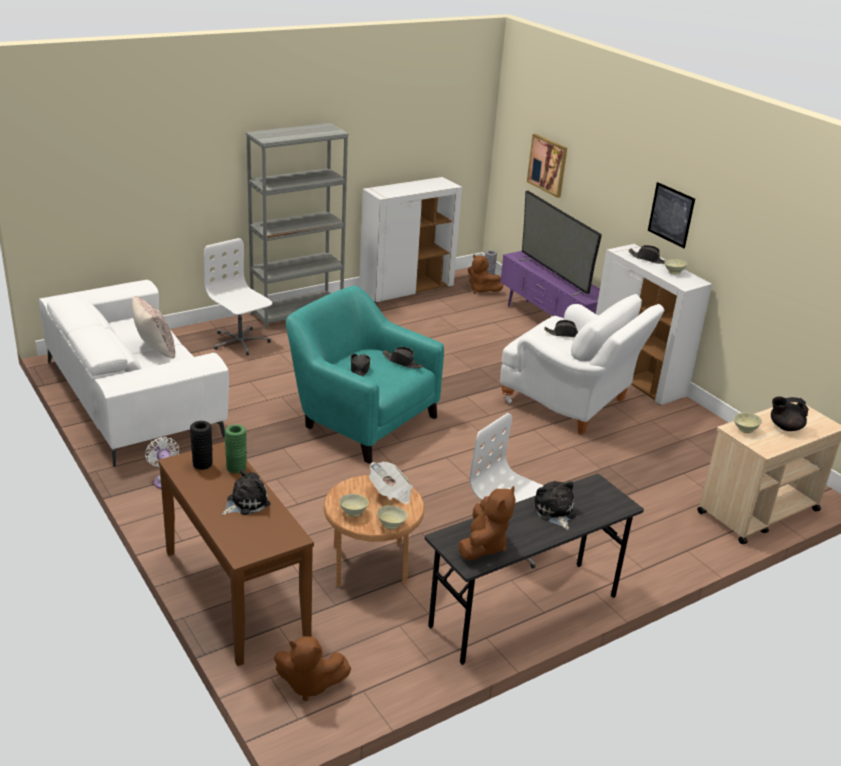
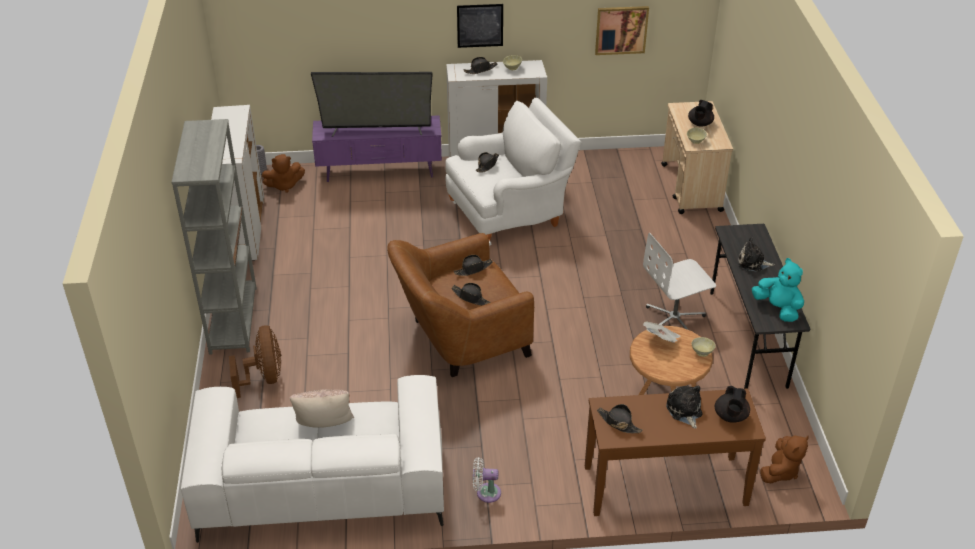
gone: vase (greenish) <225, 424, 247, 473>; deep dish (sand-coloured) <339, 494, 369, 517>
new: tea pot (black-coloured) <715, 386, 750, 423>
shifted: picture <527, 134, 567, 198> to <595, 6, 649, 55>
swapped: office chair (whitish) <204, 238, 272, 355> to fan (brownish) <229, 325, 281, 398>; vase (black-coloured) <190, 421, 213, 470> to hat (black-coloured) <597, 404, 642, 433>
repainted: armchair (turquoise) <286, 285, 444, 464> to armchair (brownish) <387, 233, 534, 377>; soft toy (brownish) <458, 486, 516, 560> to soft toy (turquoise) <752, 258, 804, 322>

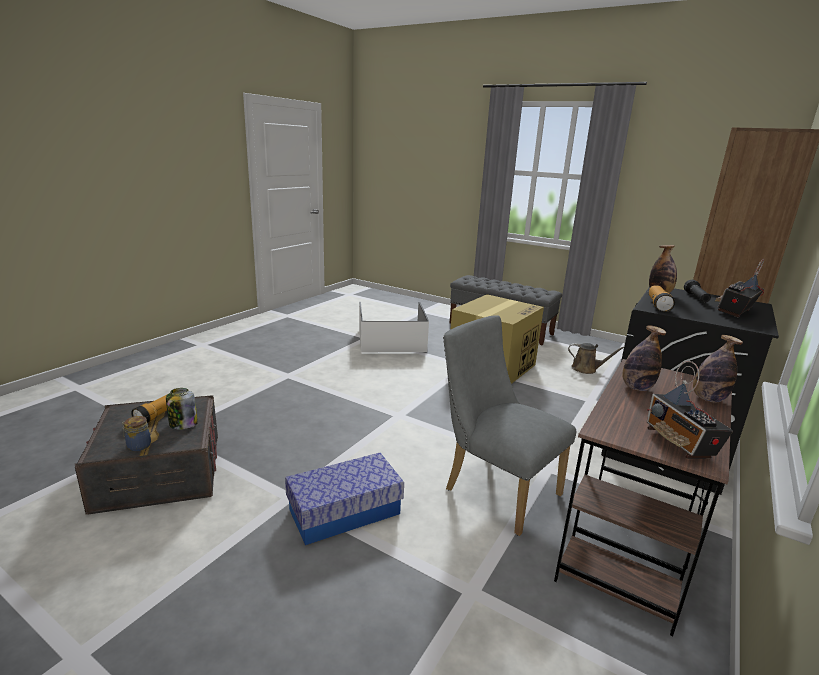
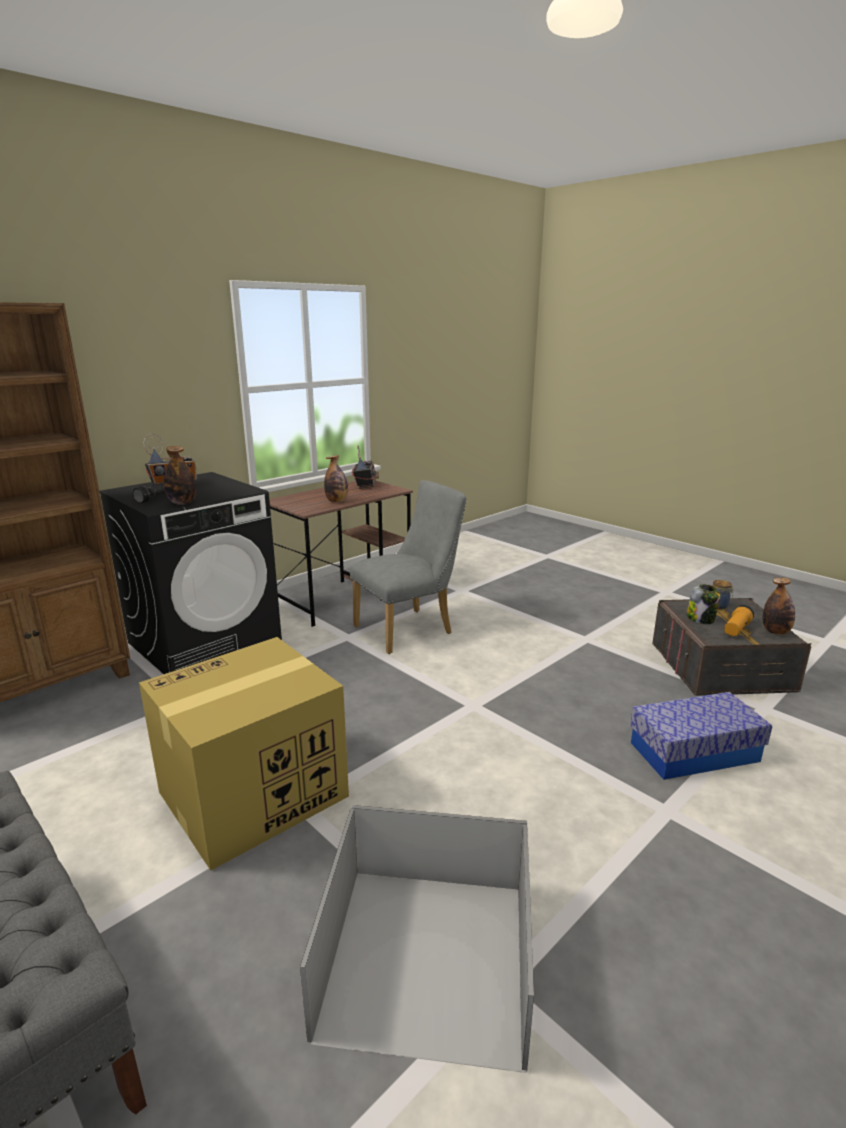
gone: watering can (brownish) <568, 343, 624, 374>; torch <649, 285, 675, 312>
shifted: storage bin <285, 453, 404, 545> to <630, 692, 772, 780>; bottle <693, 335, 743, 403> to <763, 578, 795, 634>
rotated: upright chair (gray) <443, 315, 576, 536> = <350, 480, 467, 654> 90 degrees counterclockwise

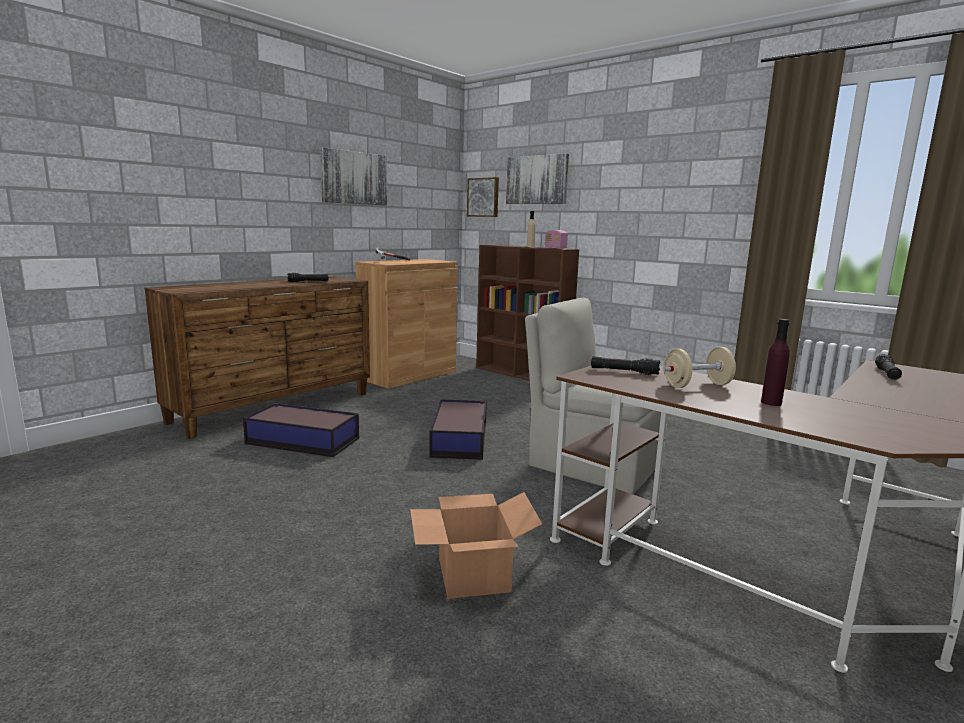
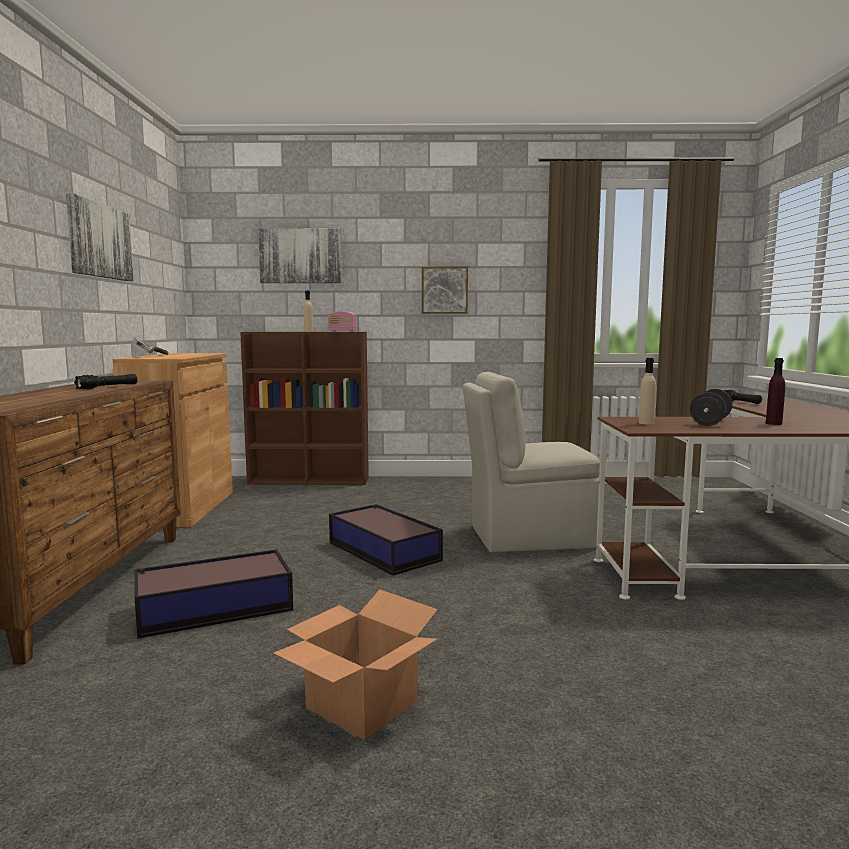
shifted: carton <410, 492, 542, 599> to <273, 589, 438, 740>; picture <467, 177, 499, 217> to <422, 267, 468, 314>
swapped: torch (black-coloured) <591, 356, 660, 375> to bottle (sand-coloured) <639, 358, 656, 424>
repainted: hand weight (sand-coloured) <663, 347, 736, 388> to hand weight (black-coloured) <690, 389, 732, 426>

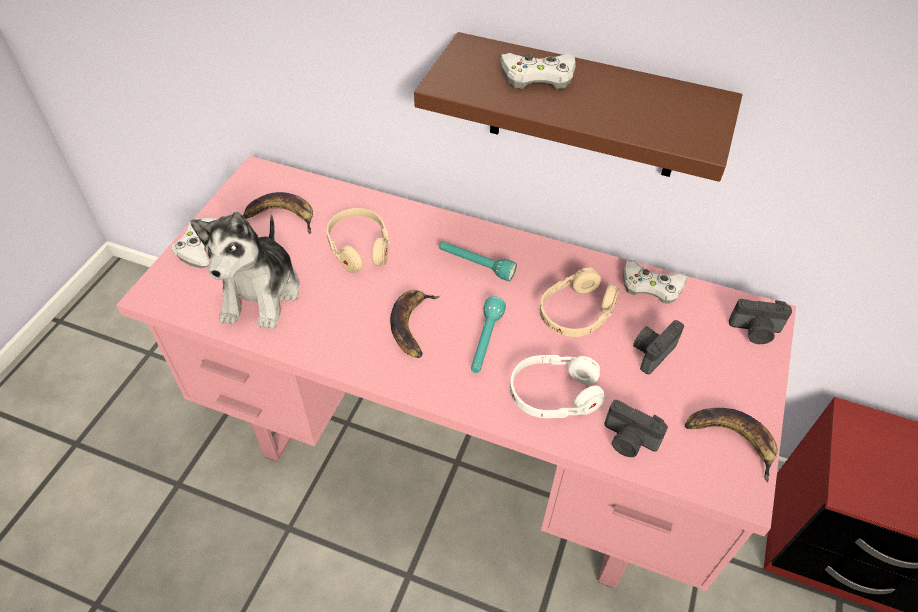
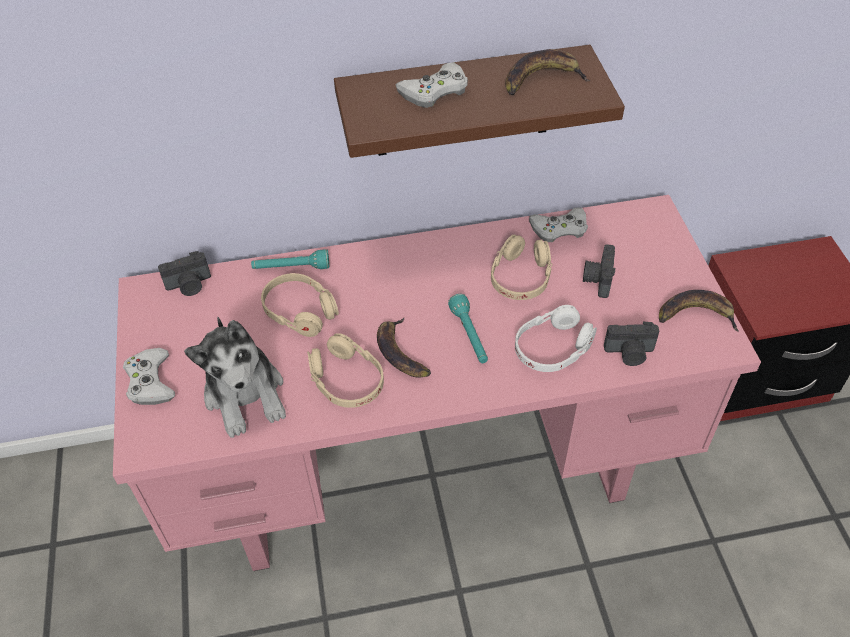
new: pair of headphones (sand-coloured) <307, 333, 384, 408>
shifted: photo camera <729, 299, 792, 344> to <158, 251, 211, 296>; torch (turquoise) <439, 241, 517, 281> to <251, 249, 329, 269>; banana <243, 192, 313, 234> to <505, 49, 591, 95>

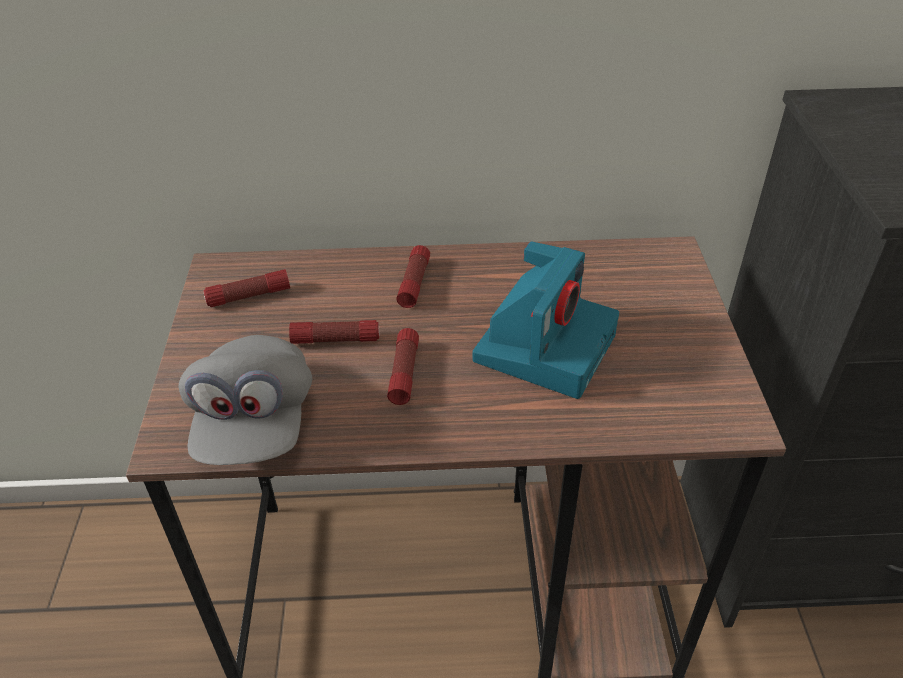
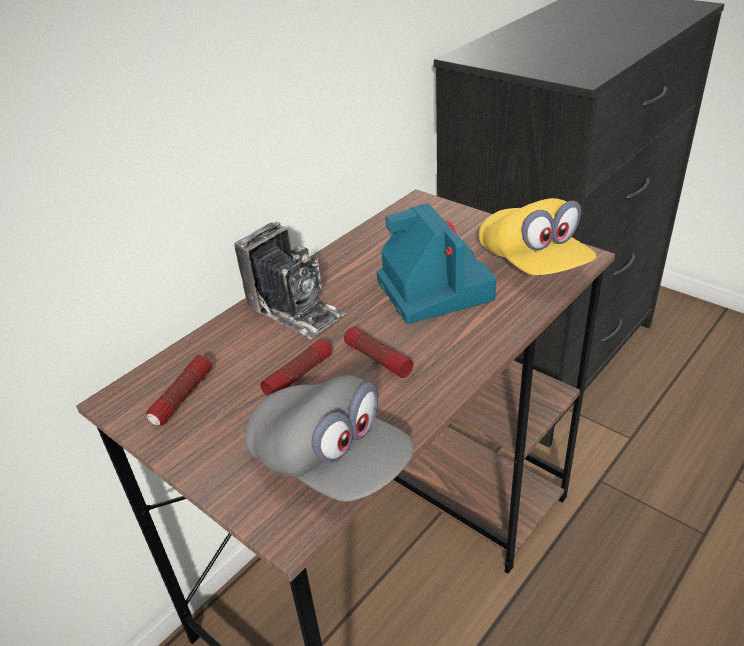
new: cap (yellow-coloured) <479, 198, 597, 275>
swapped: torch <396, 245, 430, 308> to photo camera <234, 222, 346, 339>

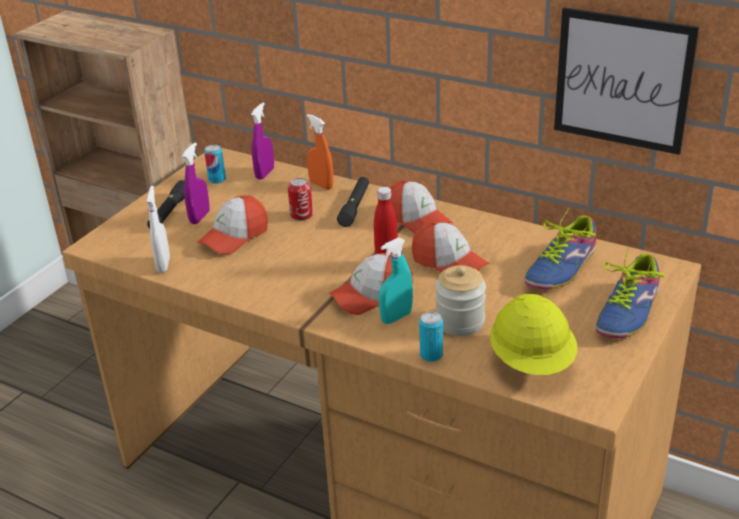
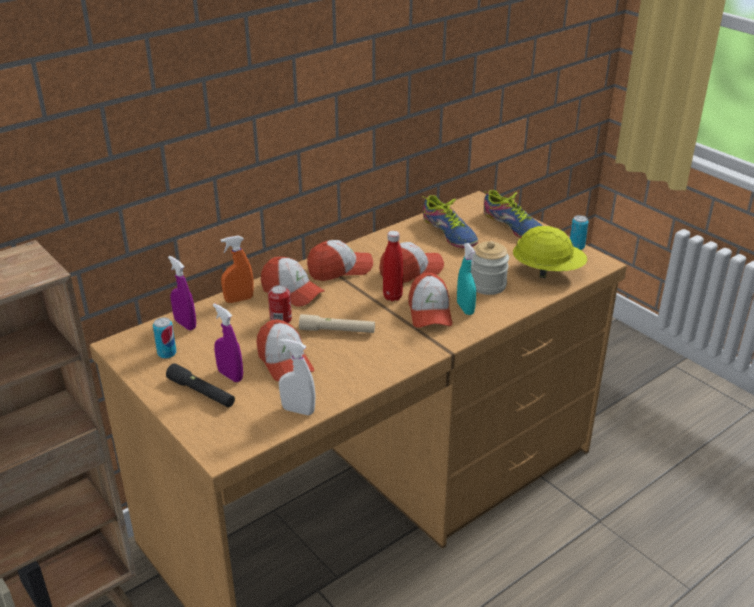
gone: picture <554, 7, 699, 155>
new: torch (sand-coloured) <299, 314, 375, 333>
shifted: sealed can <419, 312, 443, 362> to <570, 215, 589, 250>
swapped: torch (black-coloured) <337, 177, 369, 227> to cap <261, 257, 325, 307>

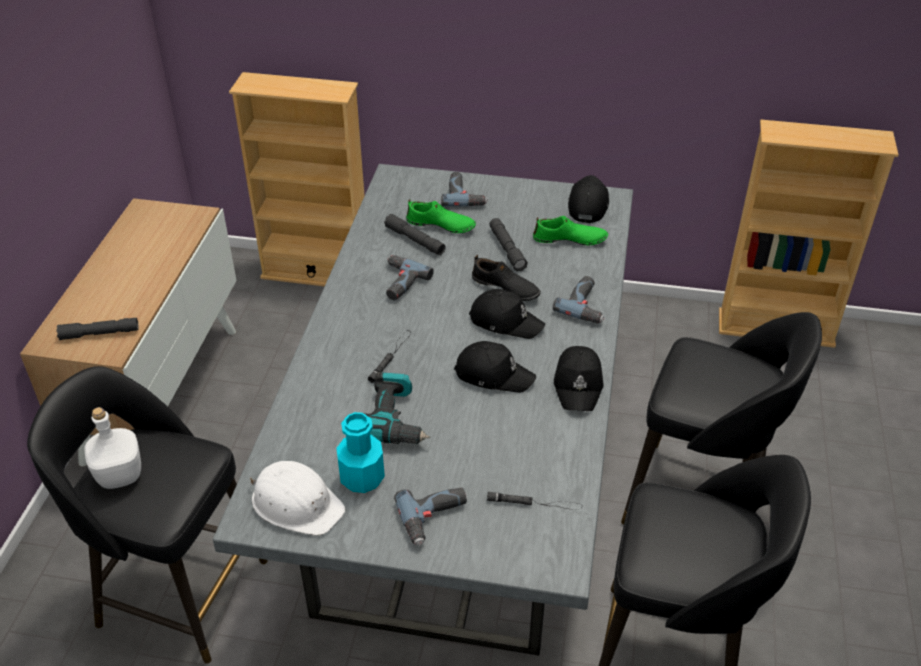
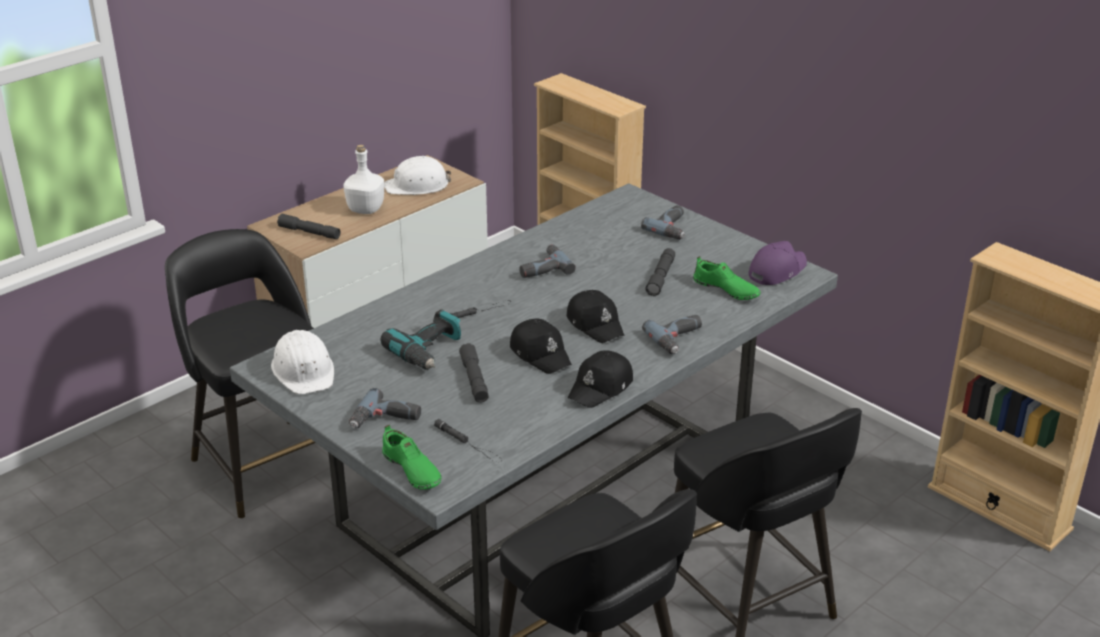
gone: bottle (turquoise) <336, 412, 385, 493>; shoe (black-coloured) <472, 255, 541, 301>
new: safety helmet (whitish) <384, 156, 451, 195>
shifted: bottle (whitish) <84, 407, 141, 489> to <343, 144, 384, 214>; shoe (greenish) <406, 199, 476, 233> to <382, 425, 442, 490>; torch (gray) <384, 214, 446, 255> to <459, 343, 489, 402>
repainted: cap (black-coloured) <568, 175, 609, 223> to cap (purple-coloured) <749, 241, 807, 285>

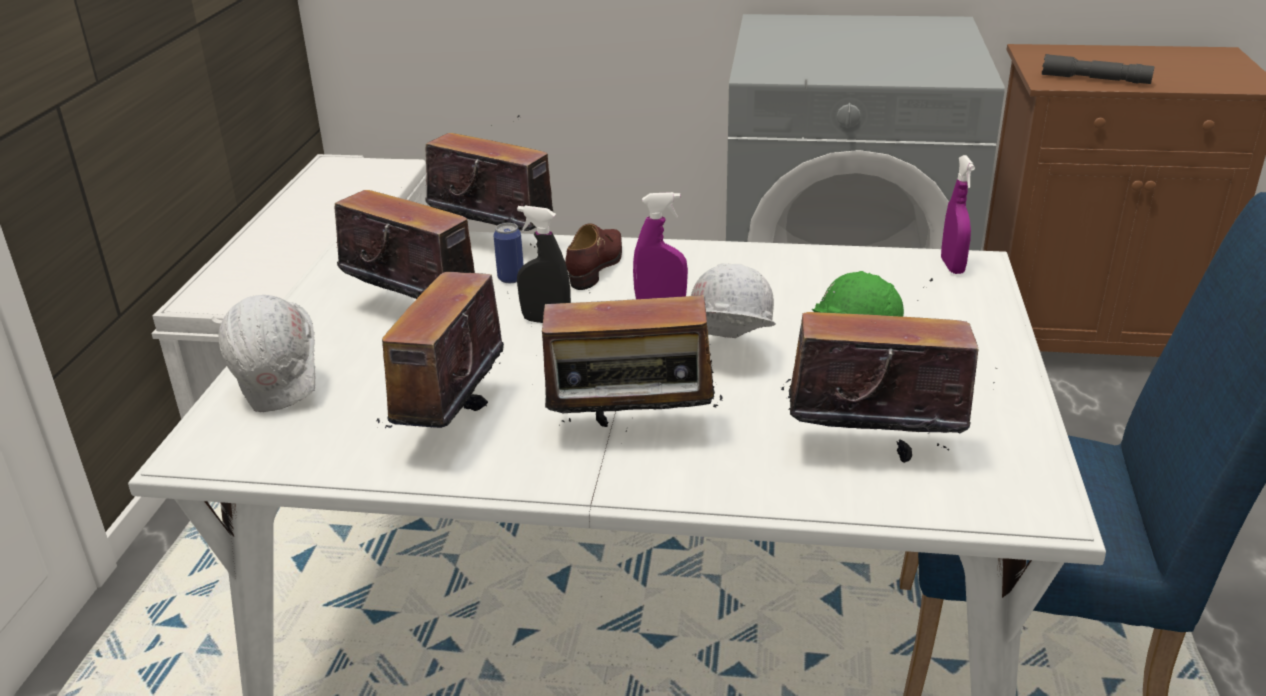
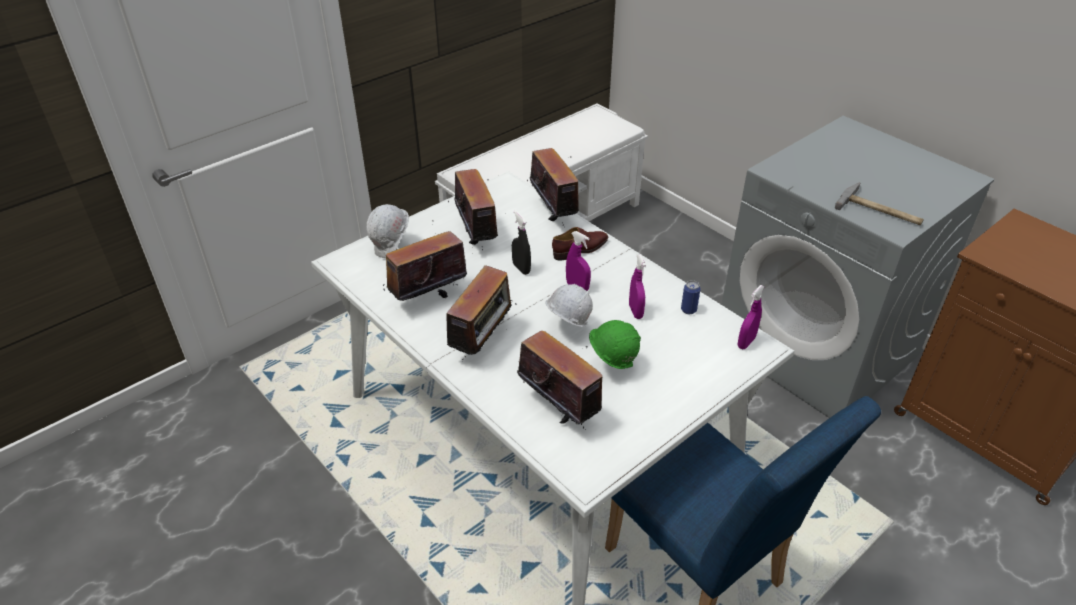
gone: torch (gray) <1042, 54, 1155, 84>
new: spray bottle (purple-coloured) <629, 254, 646, 319>; hammer <835, 182, 924, 225>
shifted: sealed can <493, 223, 524, 283> to <681, 280, 701, 314>
rotated: radio <531, 270, 723, 444> = <438, 265, 517, 360> 105 degrees counterclockwise

